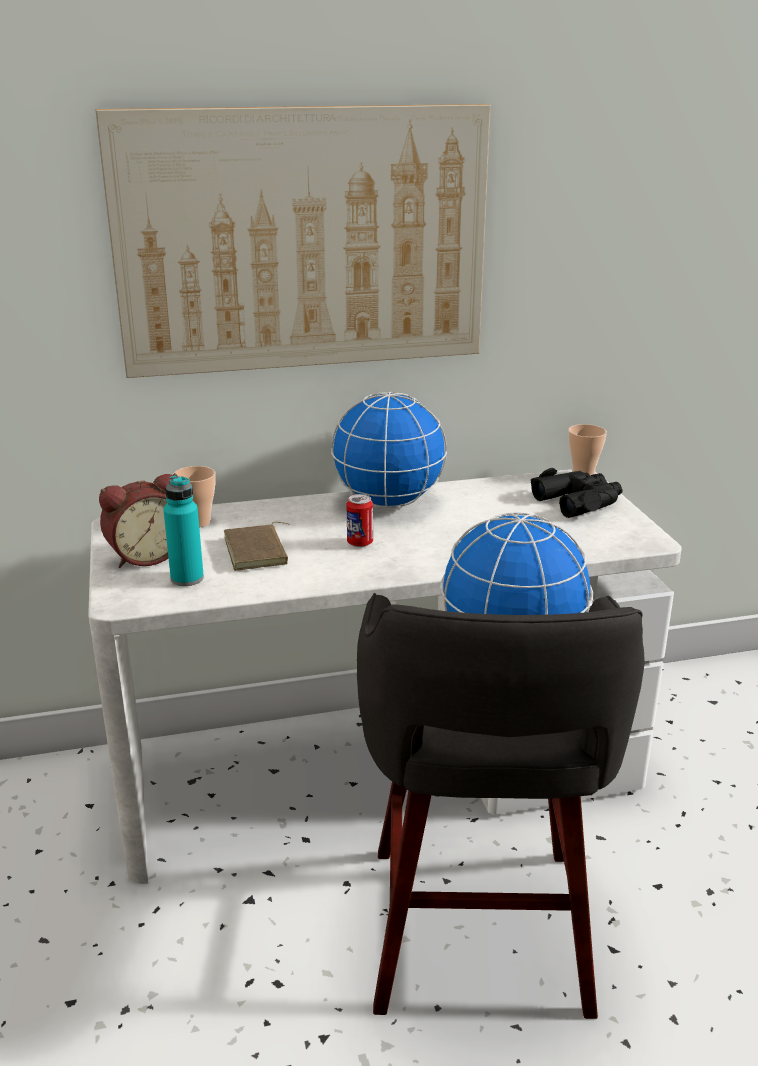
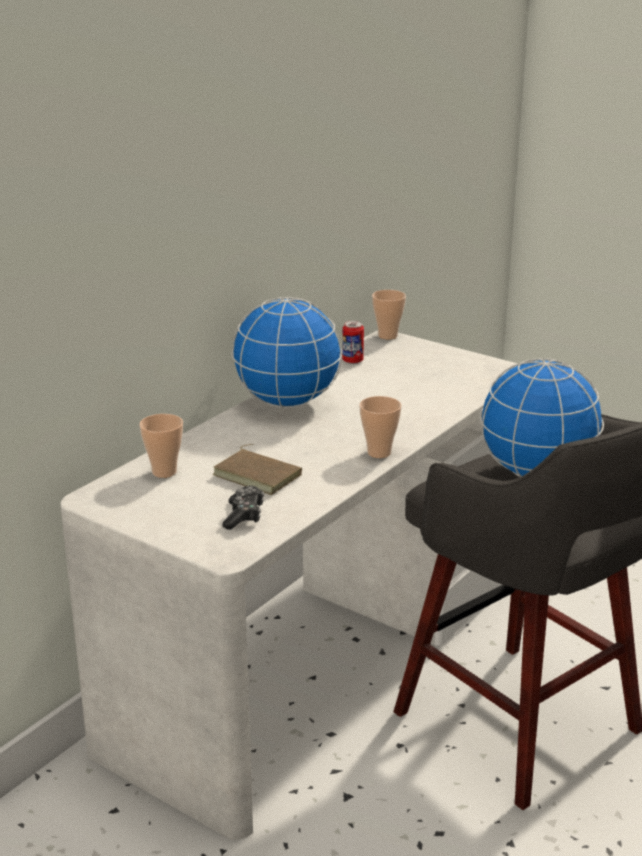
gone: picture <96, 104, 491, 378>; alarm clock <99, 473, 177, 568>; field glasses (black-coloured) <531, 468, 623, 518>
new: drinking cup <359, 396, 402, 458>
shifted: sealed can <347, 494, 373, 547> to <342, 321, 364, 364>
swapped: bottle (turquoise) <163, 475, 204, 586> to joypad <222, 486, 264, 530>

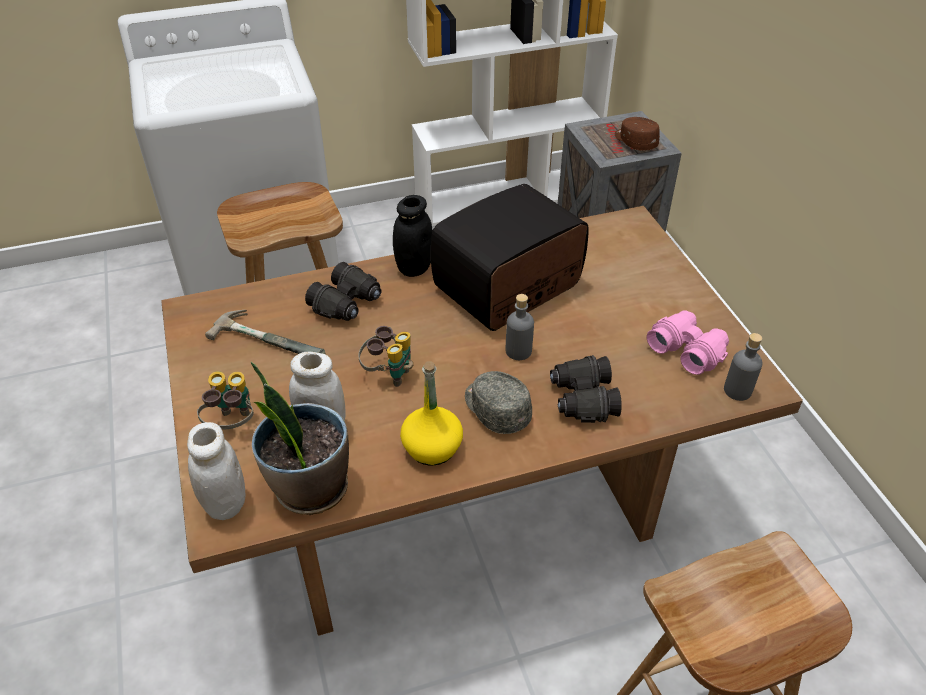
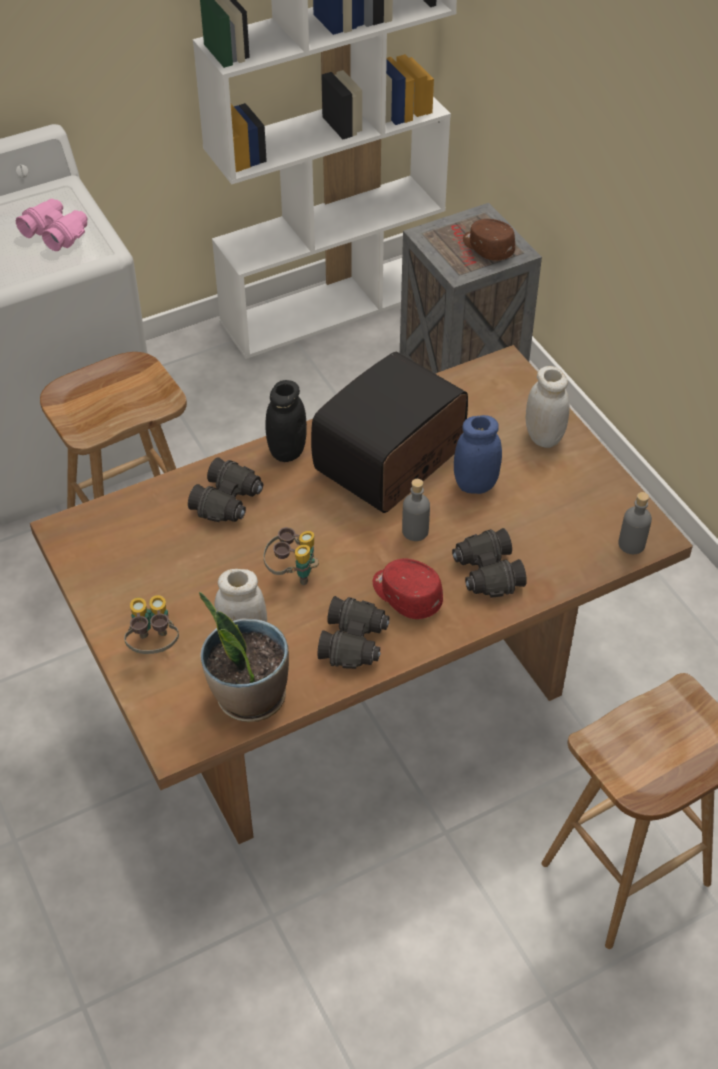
gone: hammer <205, 310, 325, 354>
new: storage jar (blue) <454, 415, 502, 494>
shifted: field glasses (pink-coloured) <647, 310, 729, 375> to <16, 199, 88, 251>; storage jar (whitish) <187, 422, 245, 520> to <526, 366, 570, 448>
swapped: bottle (yellow-coloured) <400, 361, 463, 465> to field glasses (black-coloured) <318, 596, 389, 669>
repainted: cap (gray) <465, 371, 532, 434> to cap (reddish) <373, 559, 443, 619>

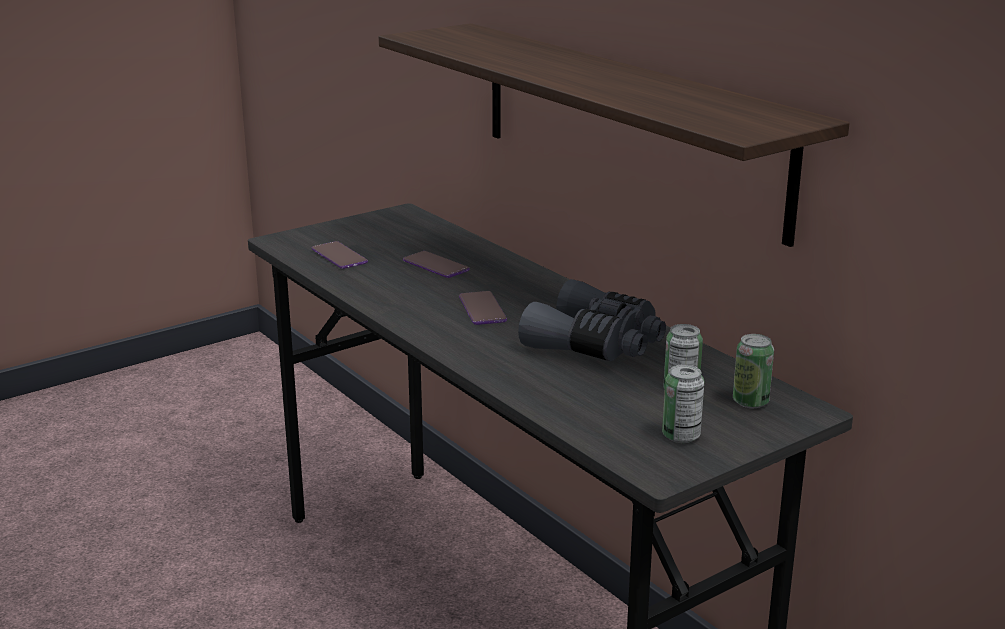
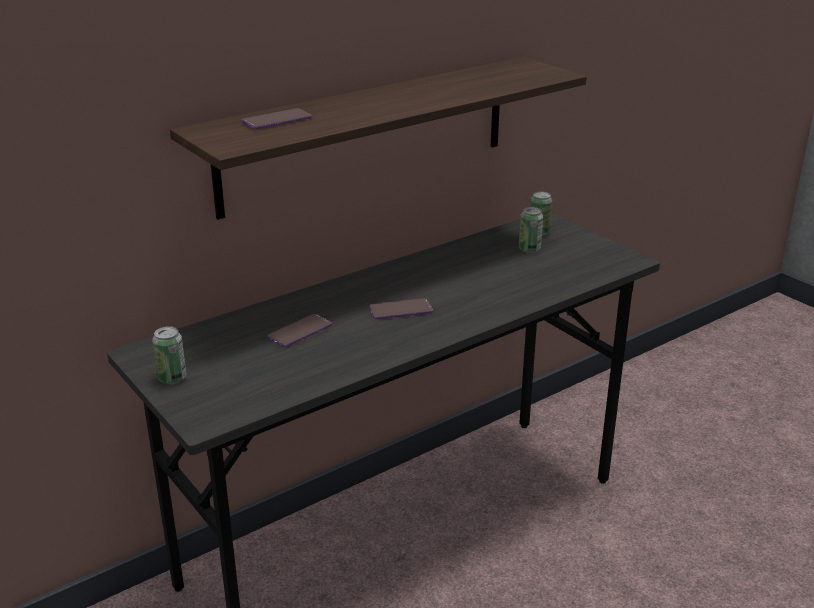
gone: field glasses (gray) <518, 279, 666, 361>
shifted: sealed can <662, 365, 704, 443> to <152, 326, 186, 384>; phone <312, 241, 368, 269> to <241, 108, 312, 129>

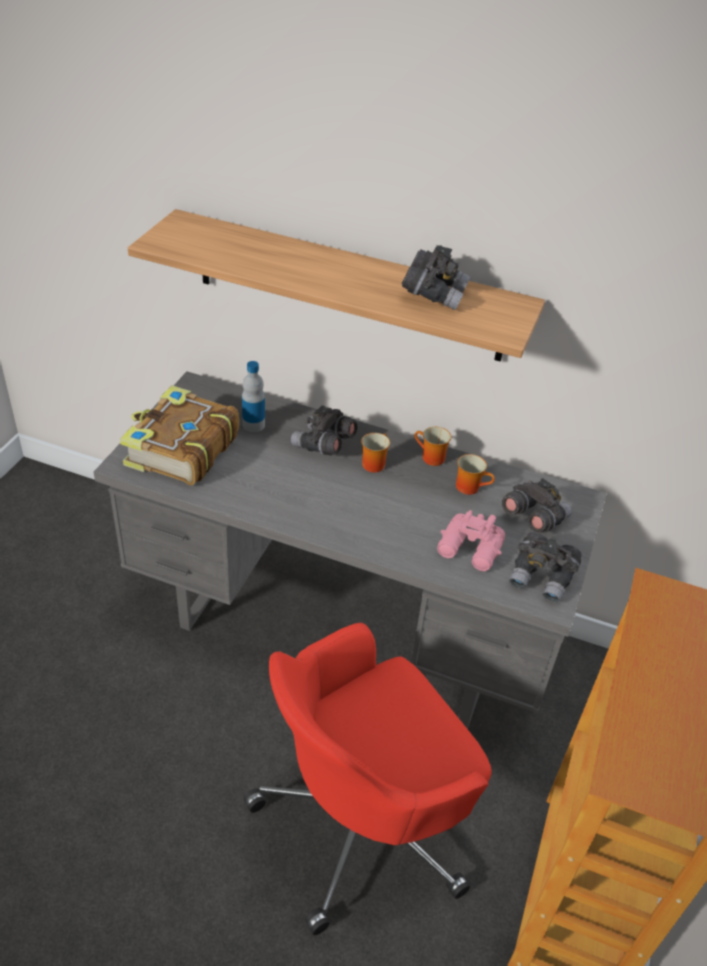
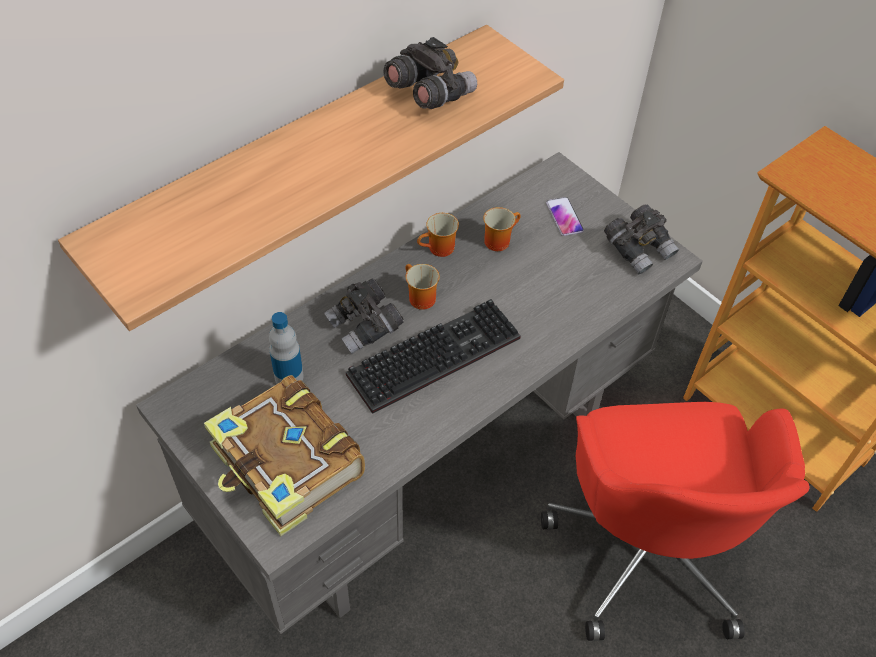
gone: field glasses (pink-coloured) <437, 510, 505, 571>
new: keyboard <346, 299, 521, 414>
swapped: field glasses (gray) <502, 478, 572, 533> to phone <546, 197, 584, 236>

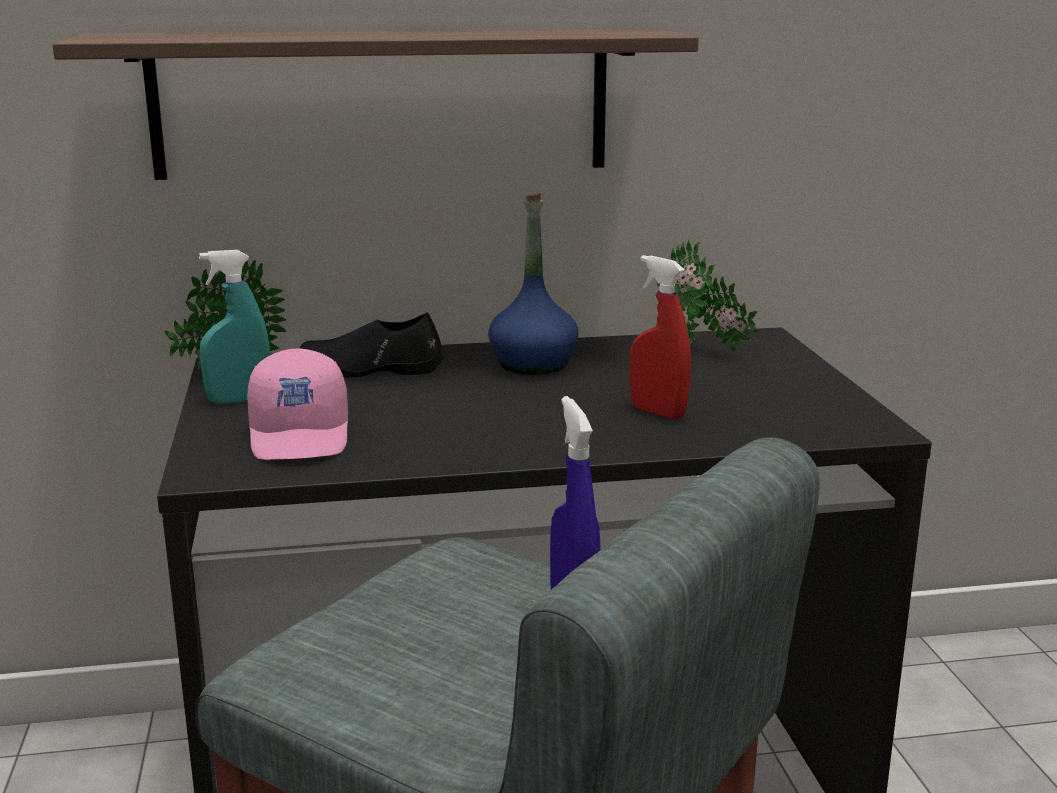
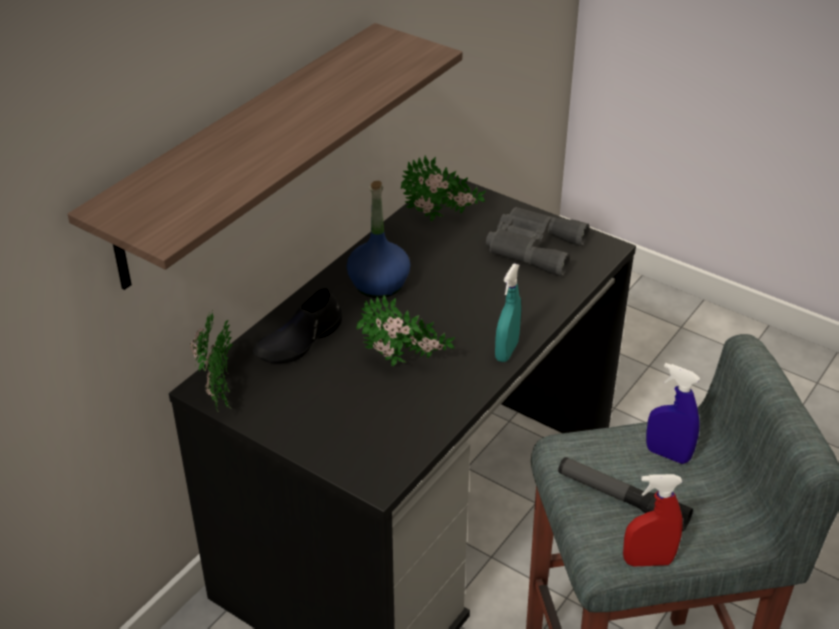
gone: cap (pink-coloured) <247, 349, 348, 460>
new: potted plant <356, 295, 455, 366>; field glasses (gray) <486, 207, 589, 277>; torch <558, 457, 693, 531>
shifted: spray bottle (turquoise) <199, 250, 270, 404> to <495, 263, 521, 362>; spray bottle (reddish) <630, 255, 691, 420> to <623, 474, 682, 566>

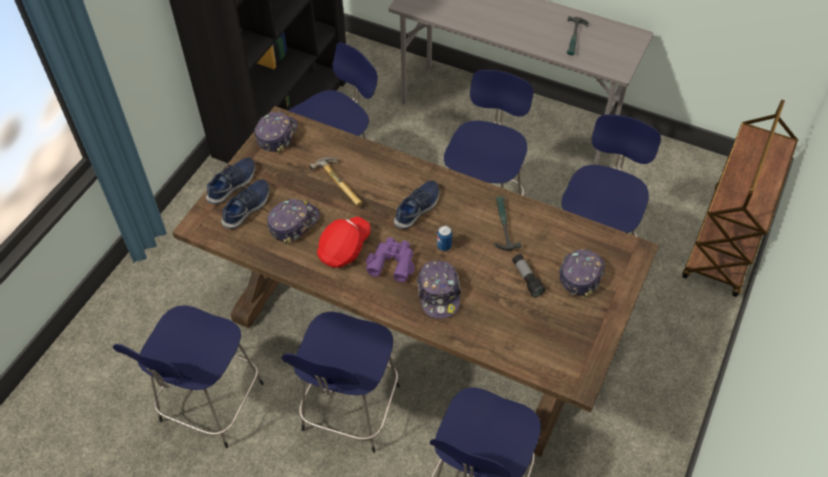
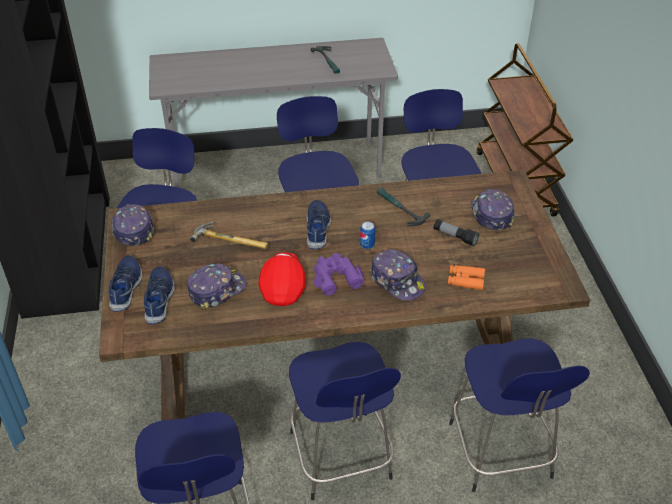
new: field glasses (orange-coloured) <448, 265, 485, 290>
rotated: cap <267, 199, 320, 244> = <187, 263, 247, 310> 45 degrees clockwise

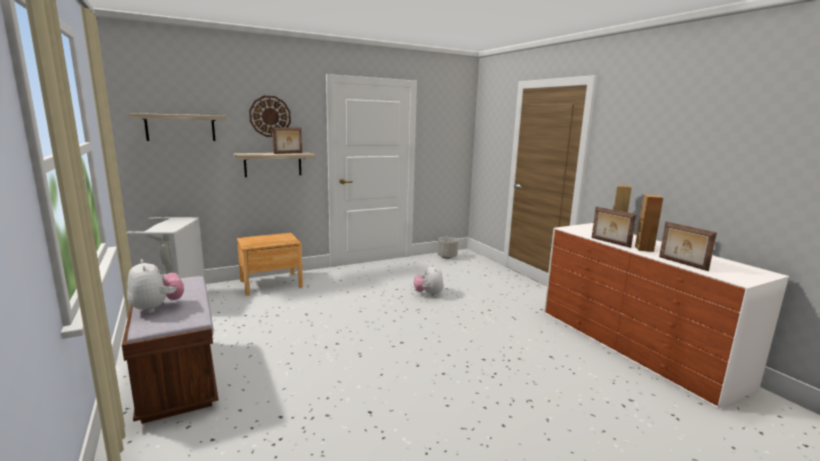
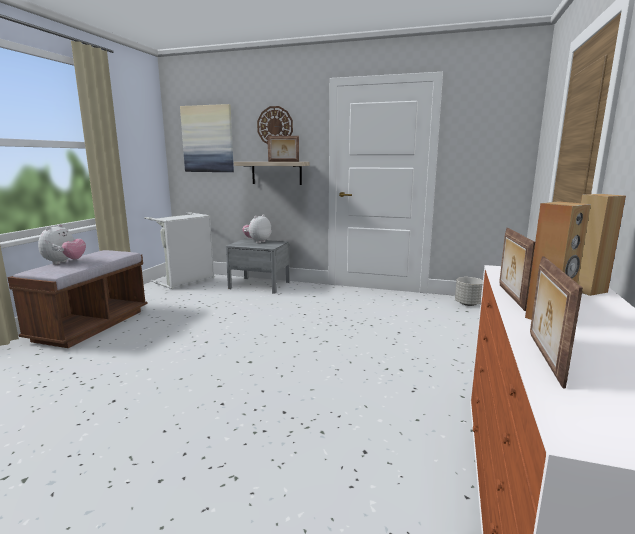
shifted: soft toy <414, 264, 443, 296> to <242, 214, 272, 243>
swapped: wall shelf <129, 113, 226, 141> to picture <180, 104, 234, 172>
repainted: nightstand (brownish) <237, 233, 303, 296> to nightstand (gray) <226, 239, 290, 293>

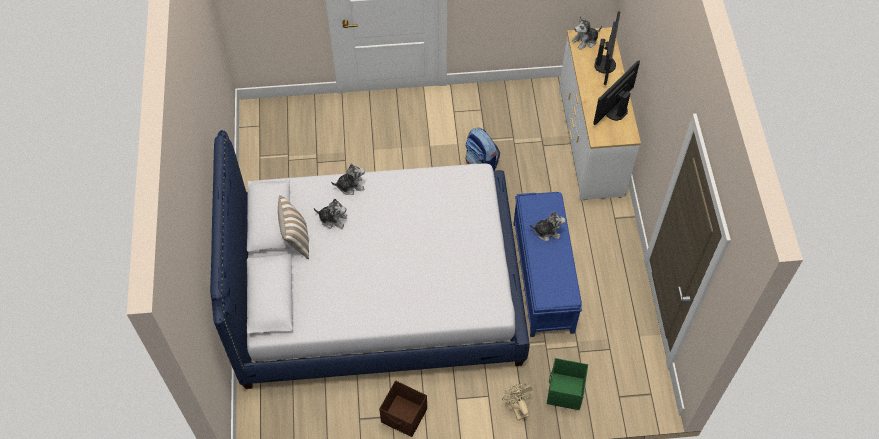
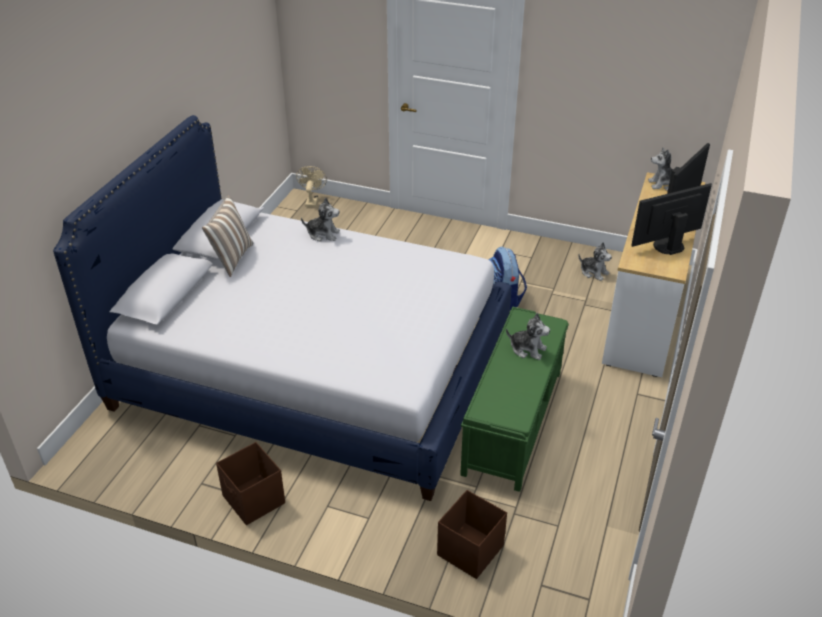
shifted: fan (sand-coloured) <502, 384, 534, 420> to <296, 166, 327, 207>; soft toy <314, 199, 348, 229> to <578, 242, 612, 281>
repainted: storage bin (greenish) <547, 358, 588, 410> to storage bin (brownish) <437, 490, 507, 579>; bench (blue) <513, 192, 582, 337> to bench (greenish) <460, 306, 569, 492>

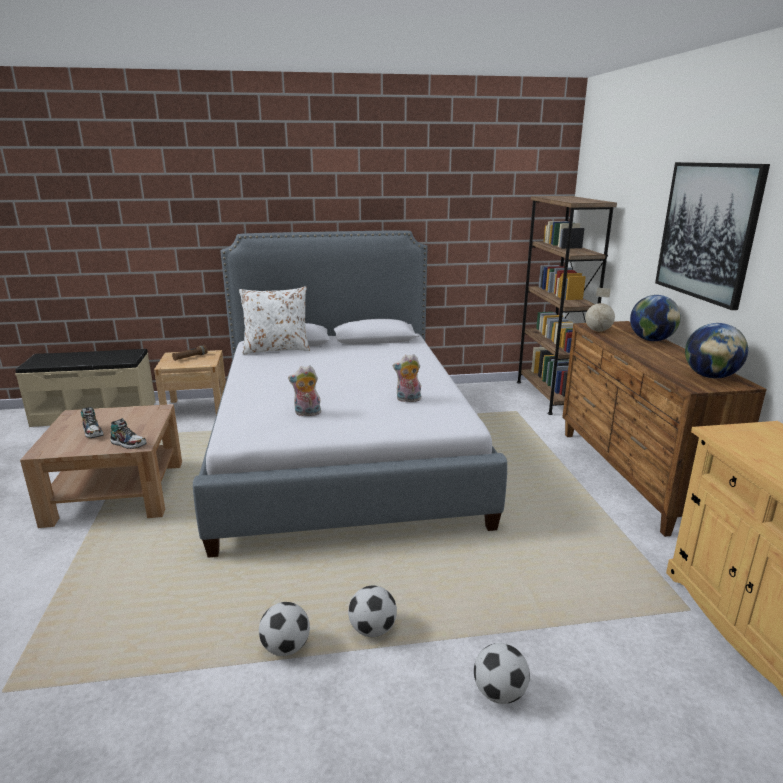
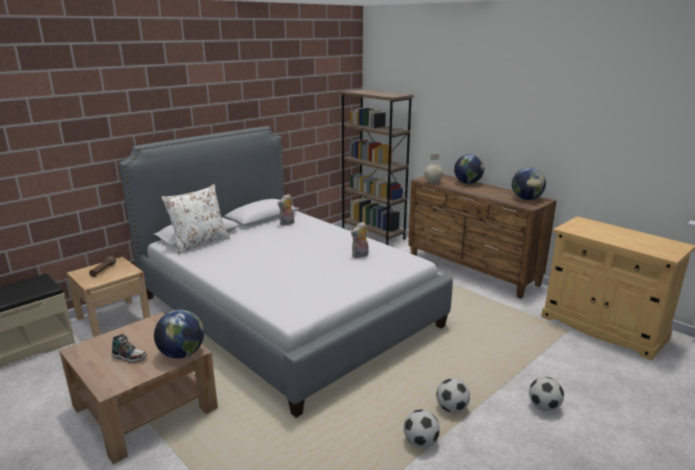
gone: picture <655, 162, 770, 310>
shifted: soft toy <288, 366, 321, 416> to <277, 194, 294, 226>
swapped: shoe <110, 418, 147, 449> to globe <154, 310, 204, 358>

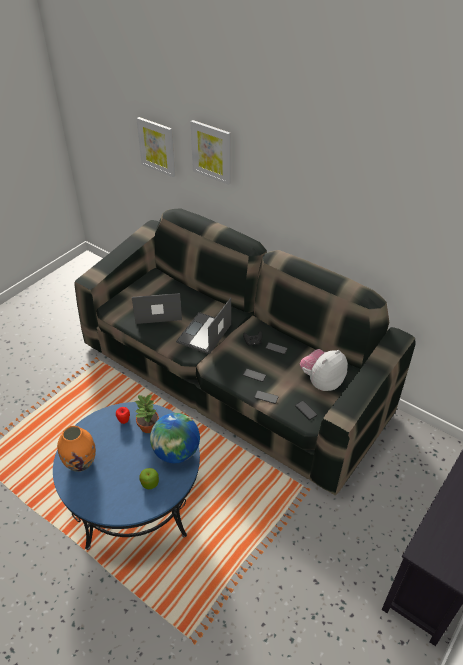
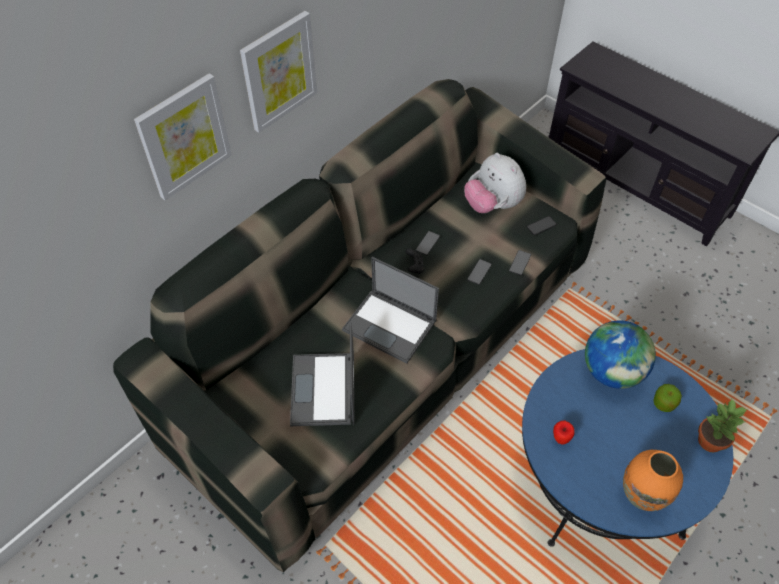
shifted: picture <136, 117, 175, 177> to <240, 11, 317, 133>; potted plant <135, 394, 159, 433> to <698, 399, 748, 452>

